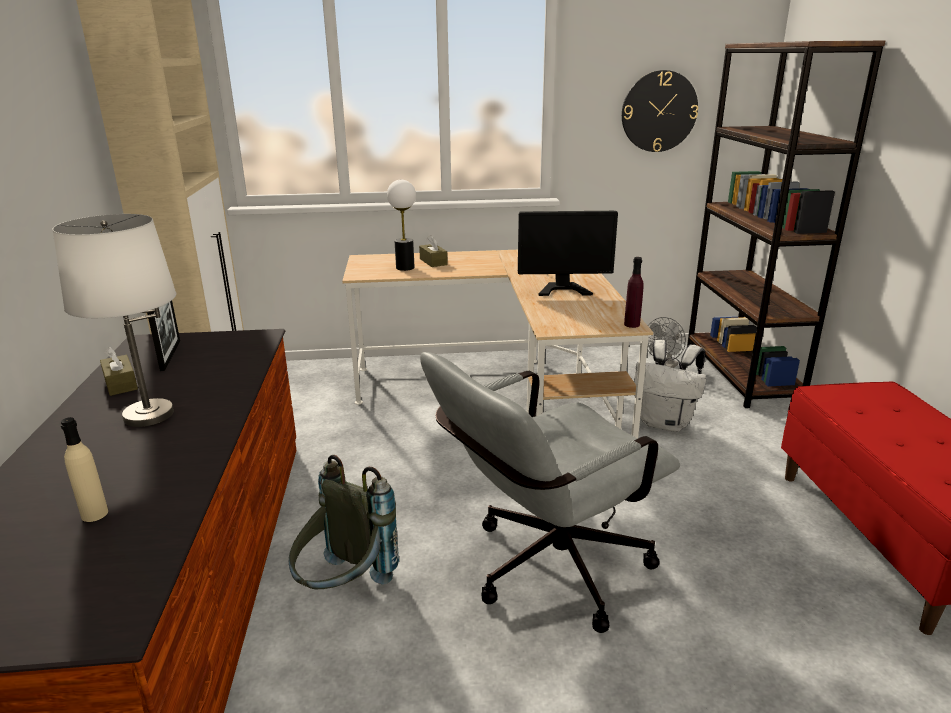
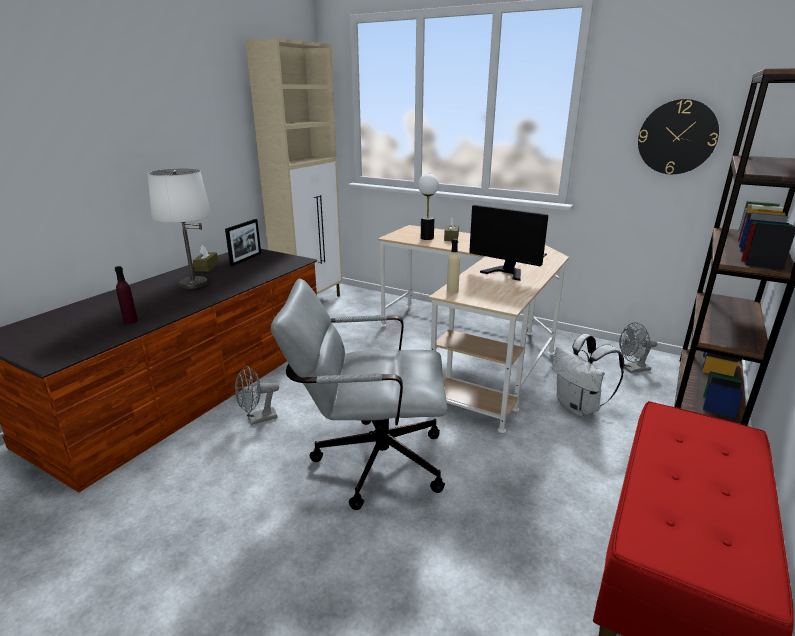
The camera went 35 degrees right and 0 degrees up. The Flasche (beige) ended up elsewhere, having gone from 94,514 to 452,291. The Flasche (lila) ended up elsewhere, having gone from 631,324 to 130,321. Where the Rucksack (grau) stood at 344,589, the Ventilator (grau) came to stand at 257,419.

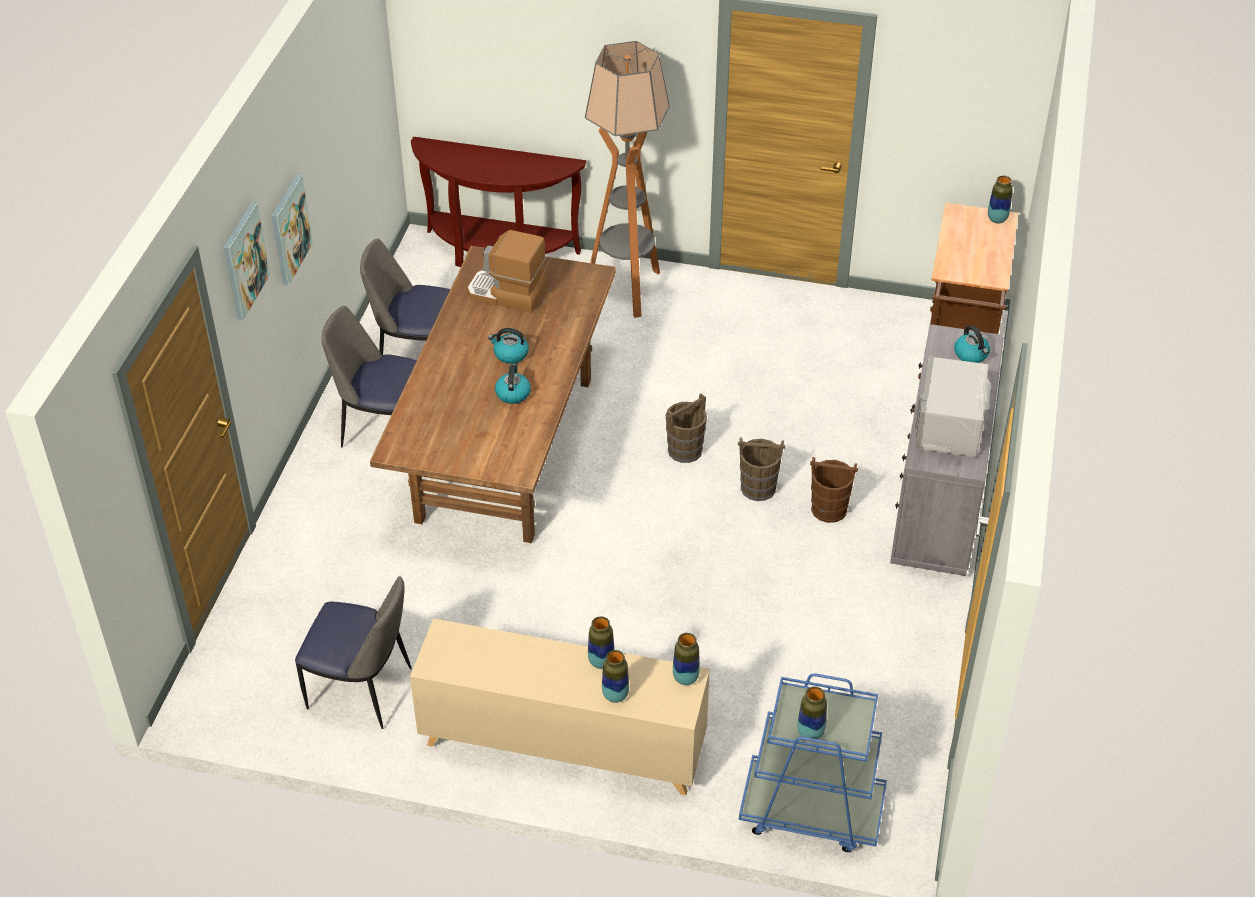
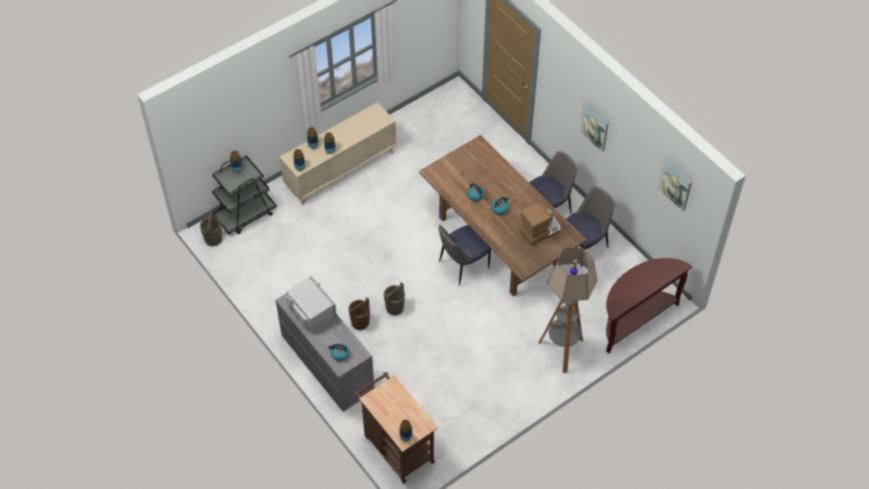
The camera went 130 degrees right and 10 degrees up. The Bild ended up elsewhere, having gone from 244,260 to 675,184. The Stuhl ended up elsewhere, having gone from 362,690 to 462,265. The Eimer (braun) ended up elsewhere, having gone from 685,450 to 213,239. What was the Rollwagen (blau) at 811,811 turned into the Rollwagen (schwarz) at 245,214.

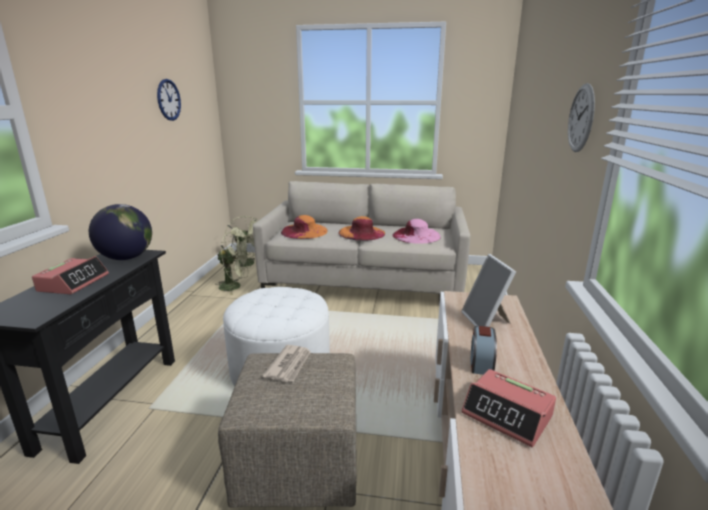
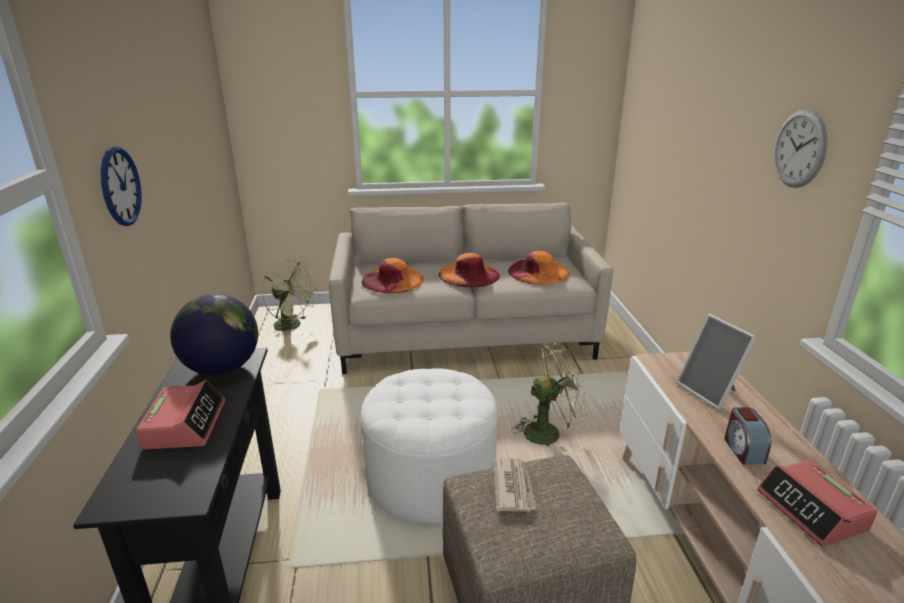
The camera went 15 degrees left and 5 degrees up. The Wanduhr ended up elsewhere, having gone from 168,100 to 120,186. The Ventilator (grün) ended up elsewhere, having gone from 235,286 to 549,432. What was the Hut (rosa) at 416,235 turned into the Hut (orange) at 538,272. The Wecker at 507,415 ended up facing another way, 45 degrees clockwise from before.

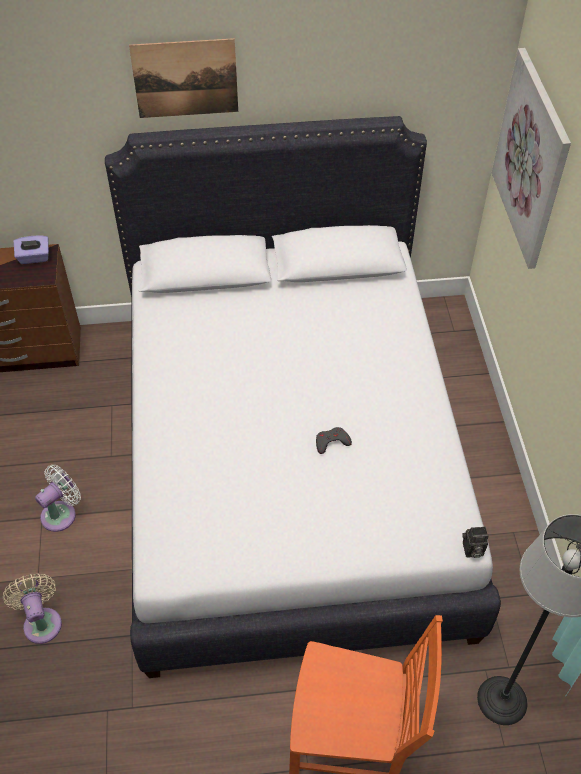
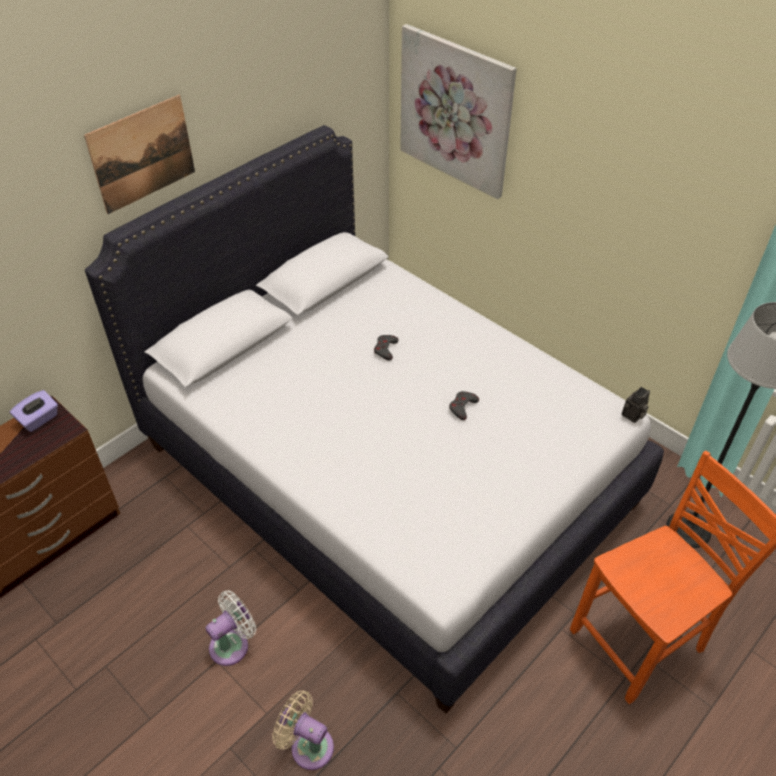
The camera went 40 degrees left and 5 degrees down. The second view gained the Gamepad (grau) at 385,349. The Ventilator (weiß) at 61,513 ended up facing another way, 45 degrees clockwise from before.

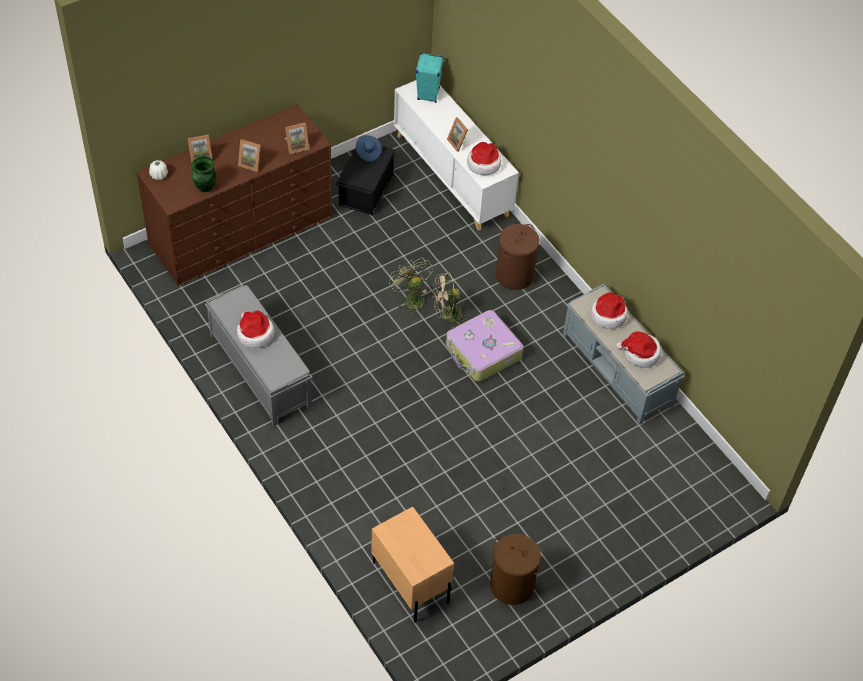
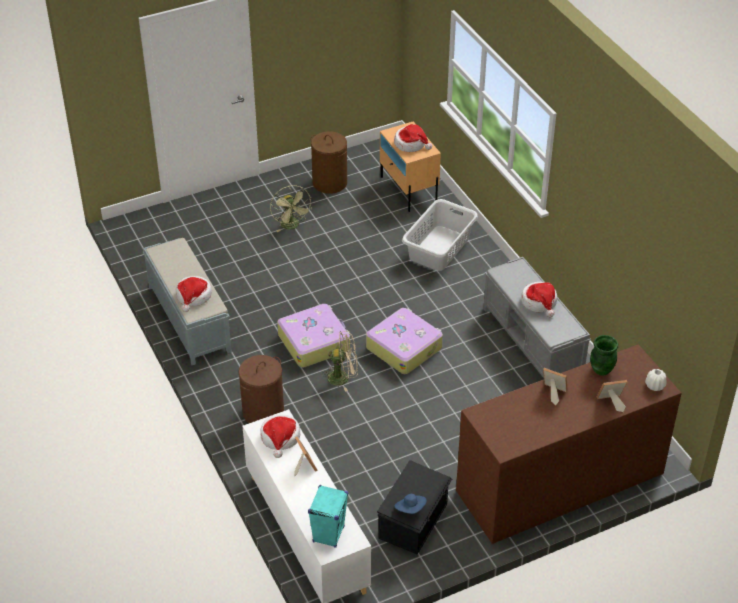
The camera went 170 degrees left and 10 degrees down. The second view lost the Bilderrahmen at 296,146. The second view gained the Koffer at 404,347. The second view gained the Wäschekorb (grau) at 440,248. The Ventilator (grün) ended up elsewhere, having gone from 411,298 to 292,226. The Hut ended up elsewhere, having gone from 640,354 to 411,144.

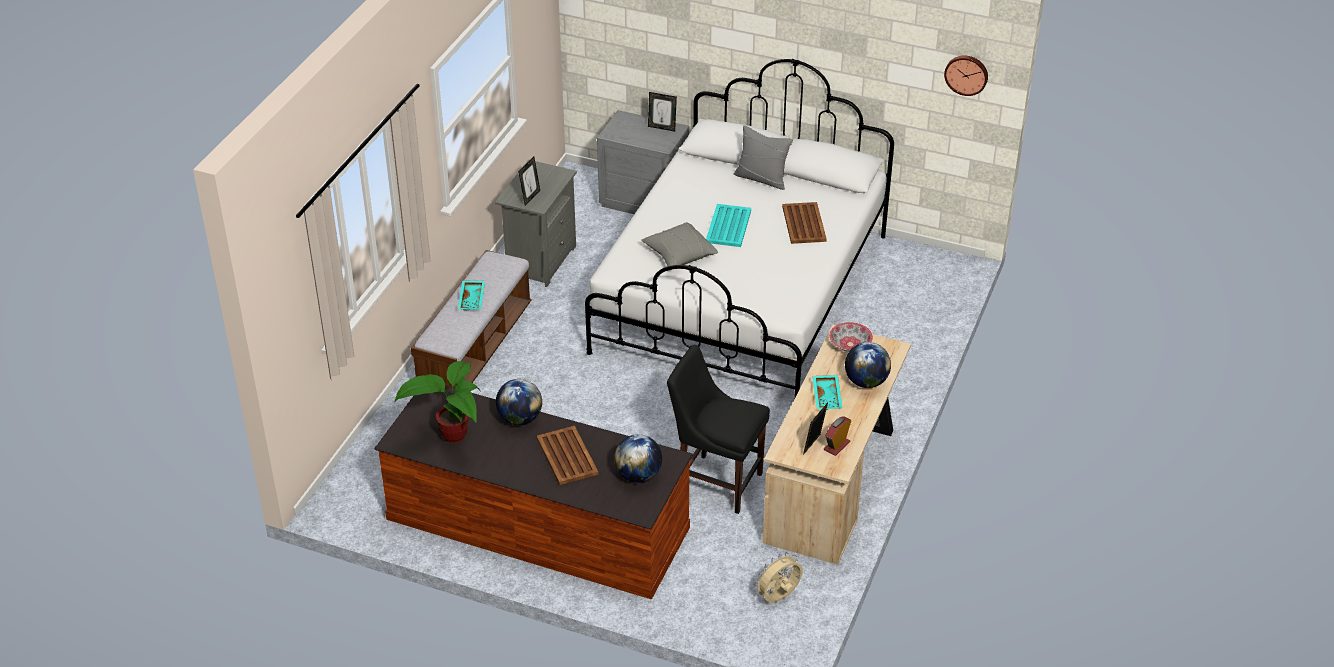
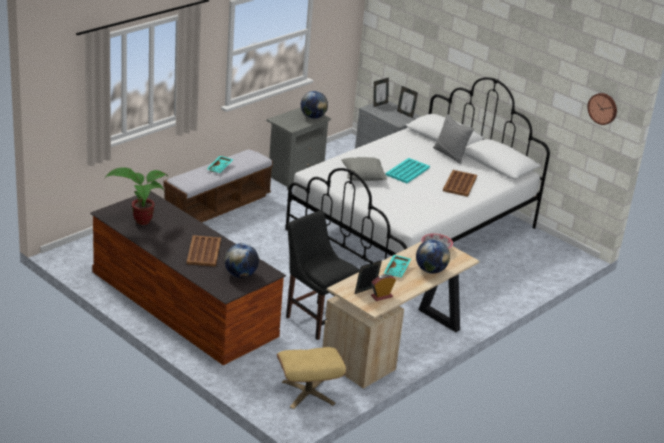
The camera went 20 degrees right and 10 degrees down. The Globus ended up elsewhere, having gone from 520,419 to 313,117. The Bilderrahmen ended up elsewhere, having gone from 530,197 to 379,104. Where the Ventilator (beige) stood at 779,598, the Polsterhocker (beige) came to stand at 308,393.

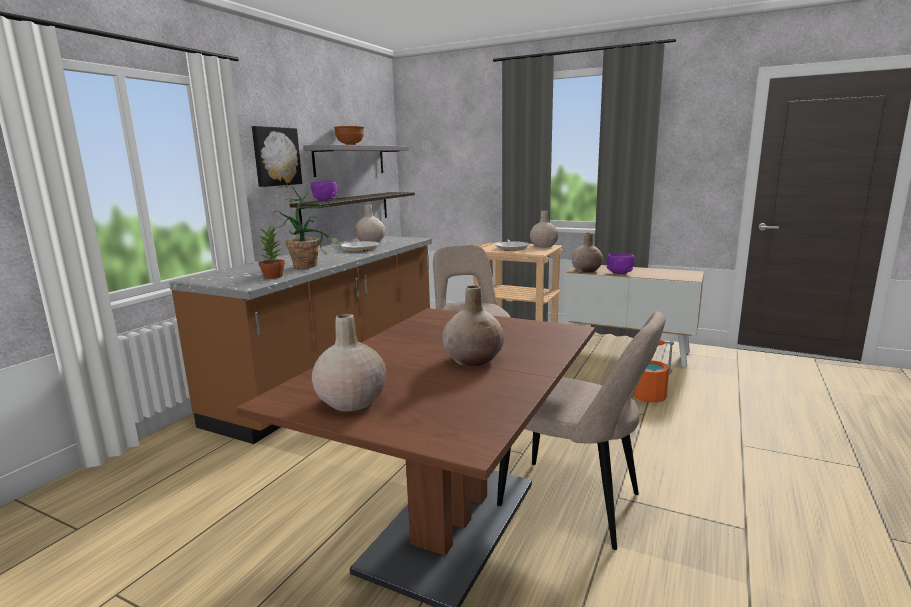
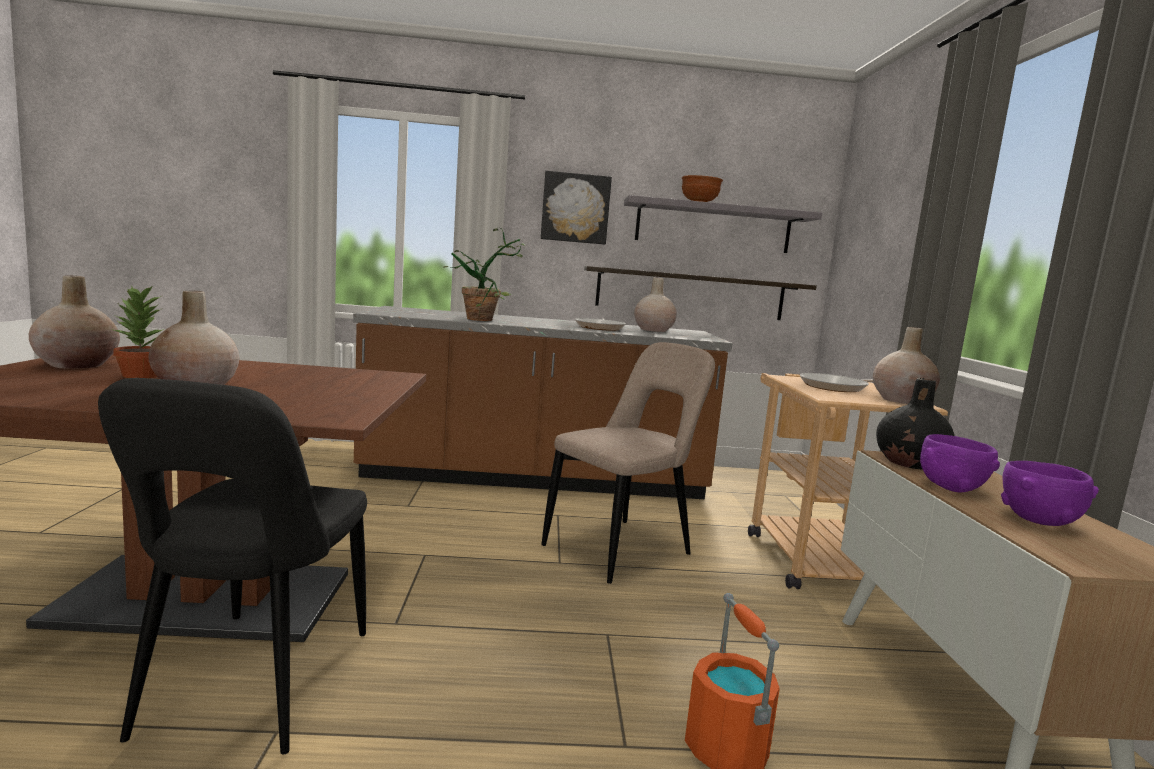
The camera went 60 degrees right and 5 degrees down. The Topfpflanze ended up elsewhere, having gone from 274,276 to 141,376. The Schüssel (lila) ended up elsewhere, having gone from 325,200 to 1038,521. What was the Stuhl (beige) at 576,504 turned into the Stuhl (schwarz) at 251,689. What was the Vase (beige) at 586,270 turned into the Vase (schwarz) at 910,463.

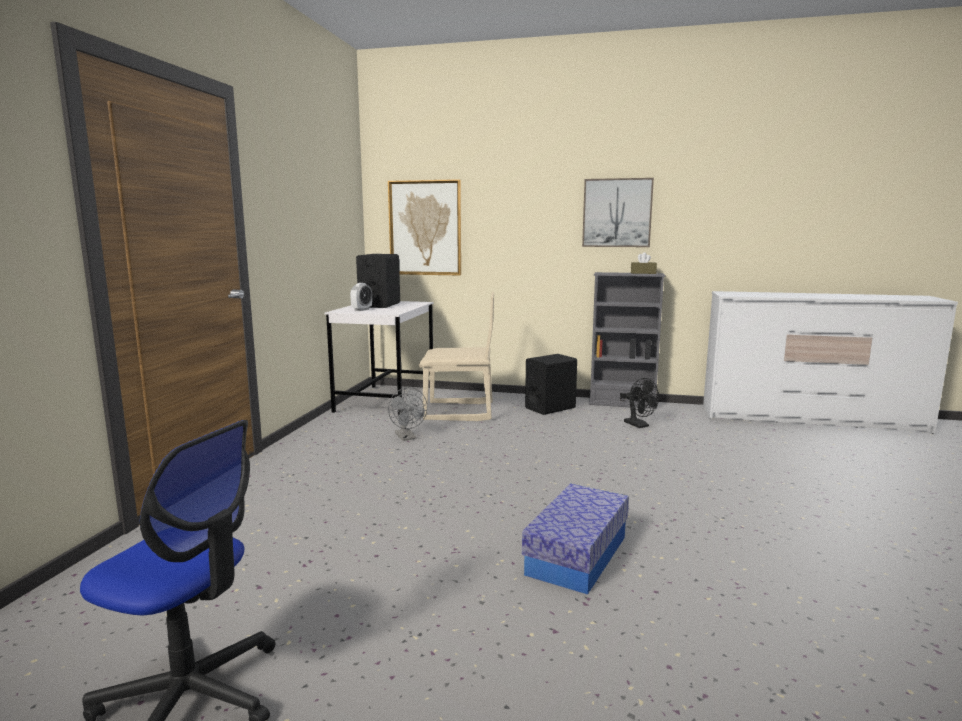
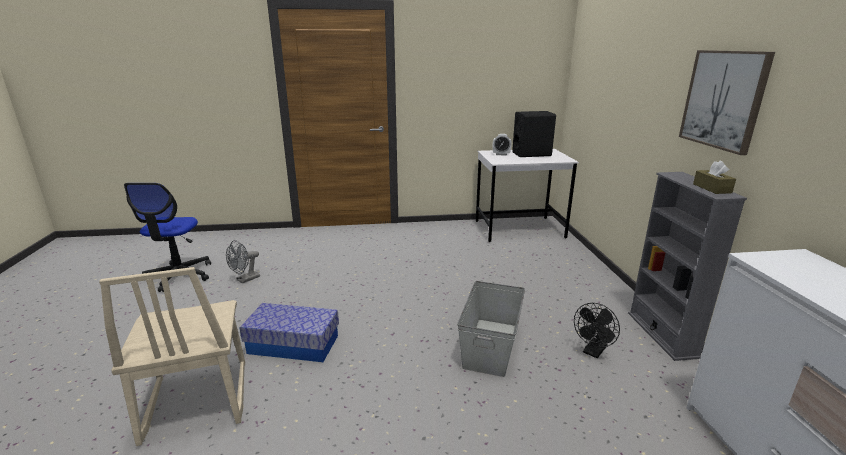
The camera went 70 degrees right and 10 degrees up. The second view lost the Bild at 425,228. The second view lost the Lautsprecher (schwarz) at 550,408. The second view gained the Aufbewahrungsbox (grau) at 491,345. The Ventilator (grau) ended up elsewhere, having gone from 407,437 to 245,280. The Stuhl (beige) ended up elsewhere, having gone from 459,412 to 196,401.

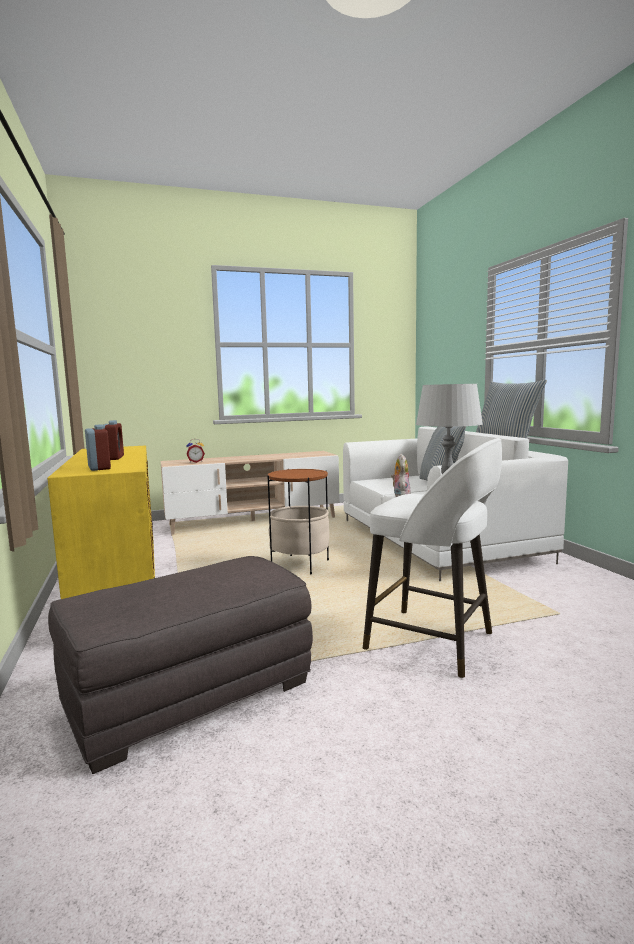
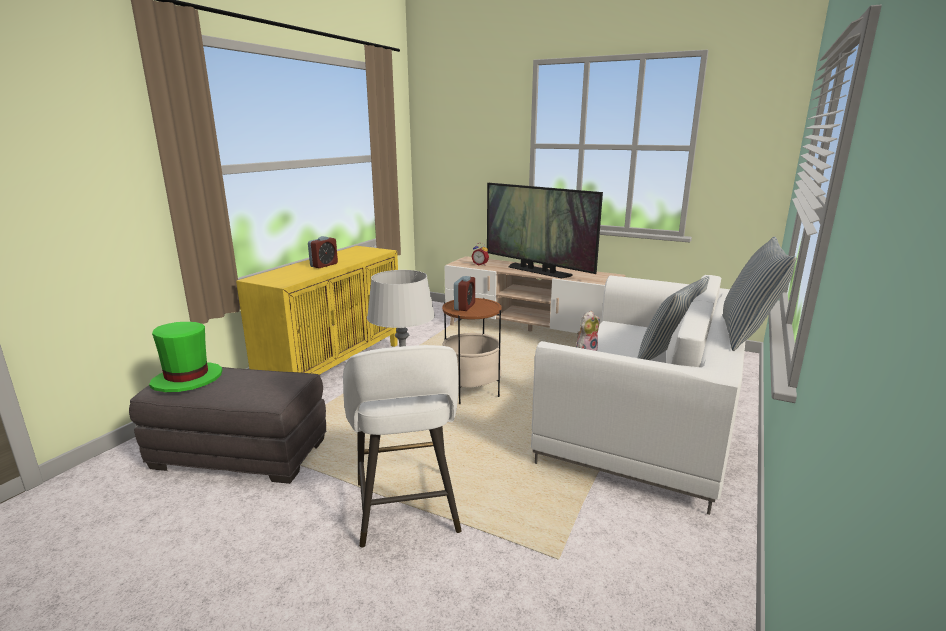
The camera went 45 degrees right and 10 degrees up. The second view gained the Hut (grün) at 187,380. The second view gained the Fernseher at 538,271. The Wecker ended up elsewhere, having gone from 99,467 to 464,307.

